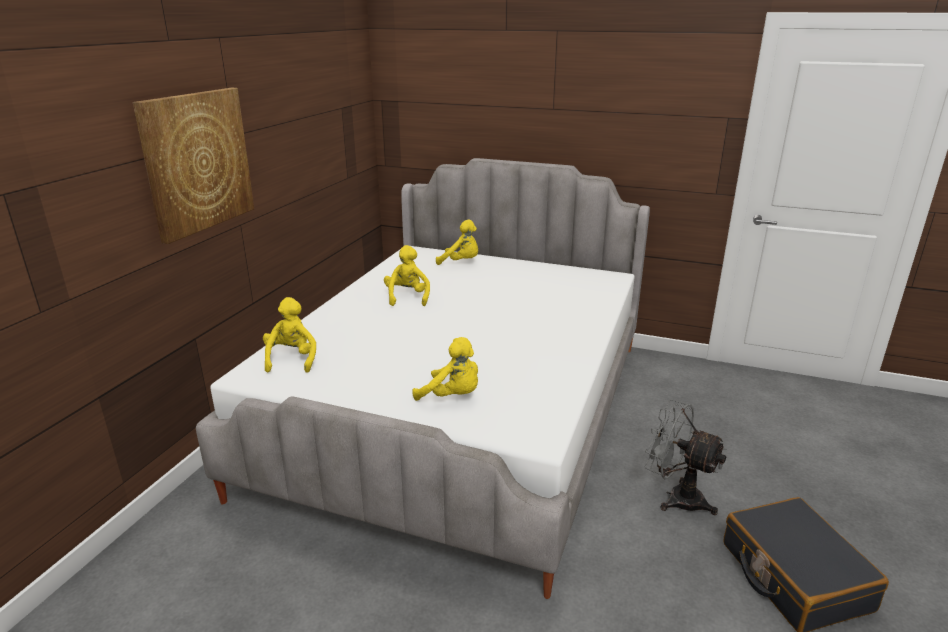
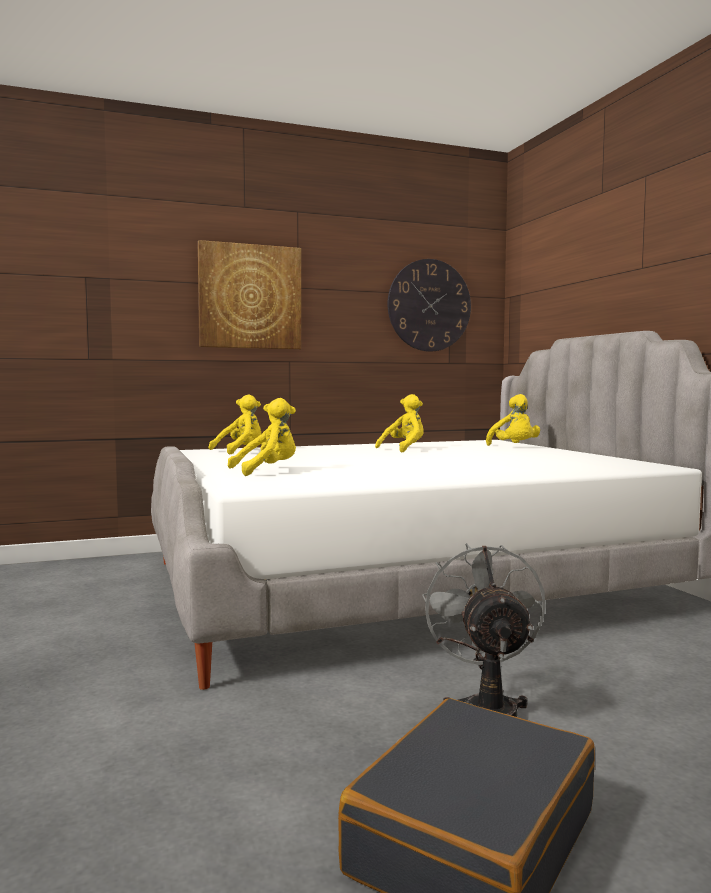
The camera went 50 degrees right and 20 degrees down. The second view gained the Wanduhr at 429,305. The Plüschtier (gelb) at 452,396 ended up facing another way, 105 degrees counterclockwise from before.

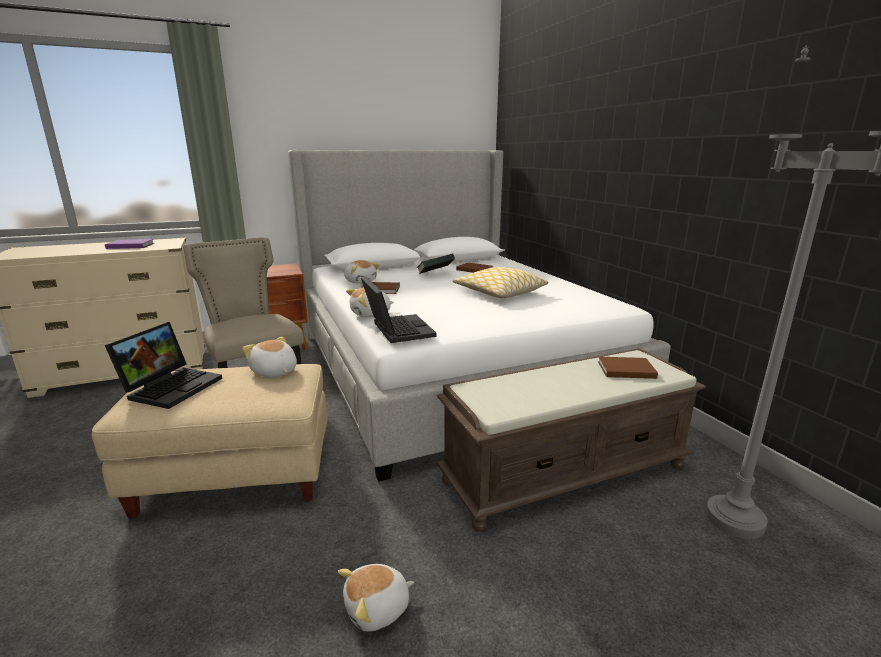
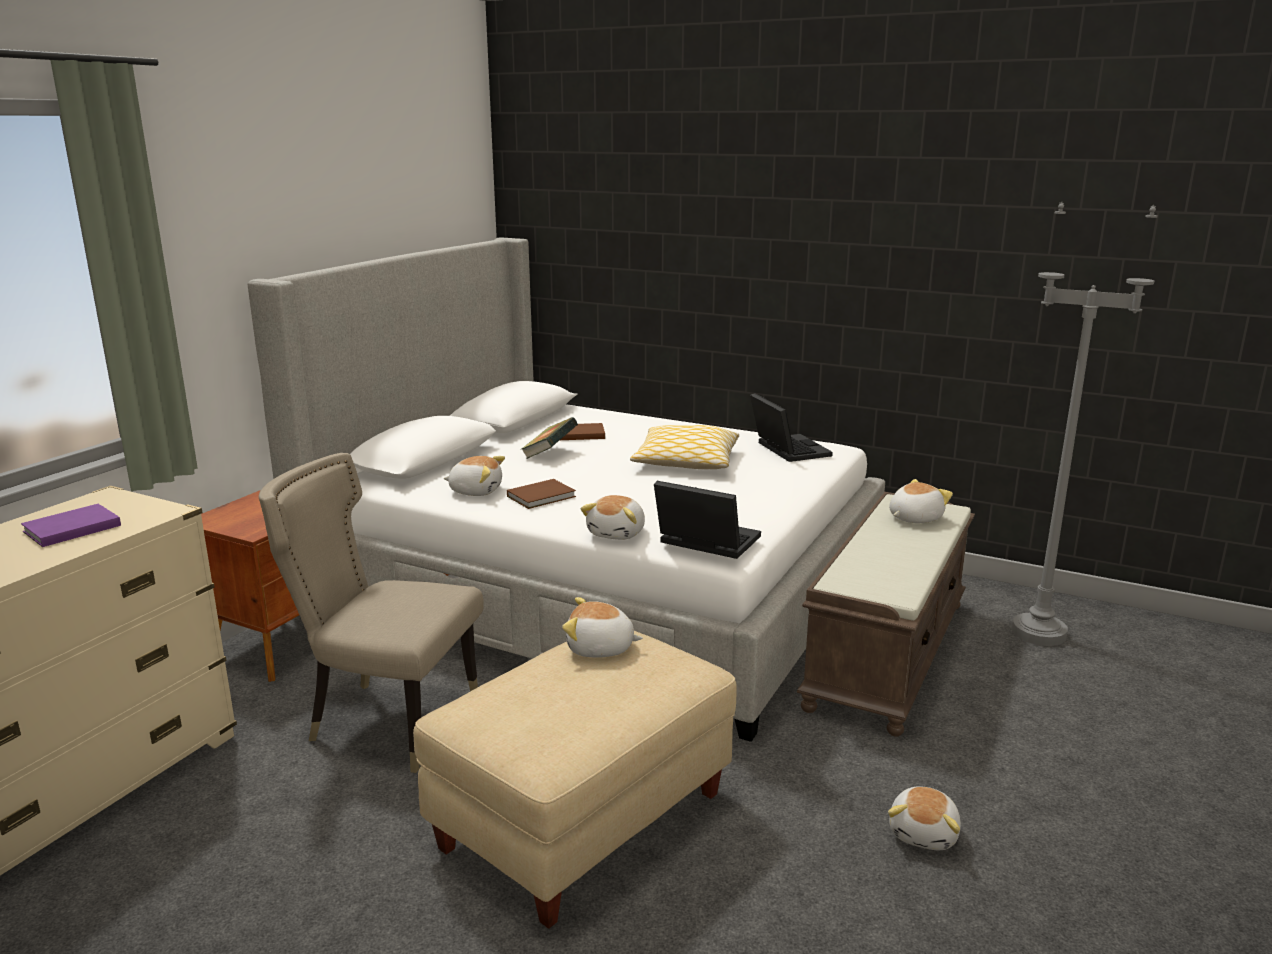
The camera went 40 degrees left and 0 degrees up. The Laptop ended up elsewhere, having gone from 172,386 to 786,449. Where the Buch (braun) stood at 624,369, the Plüschtier came to stand at 914,518.

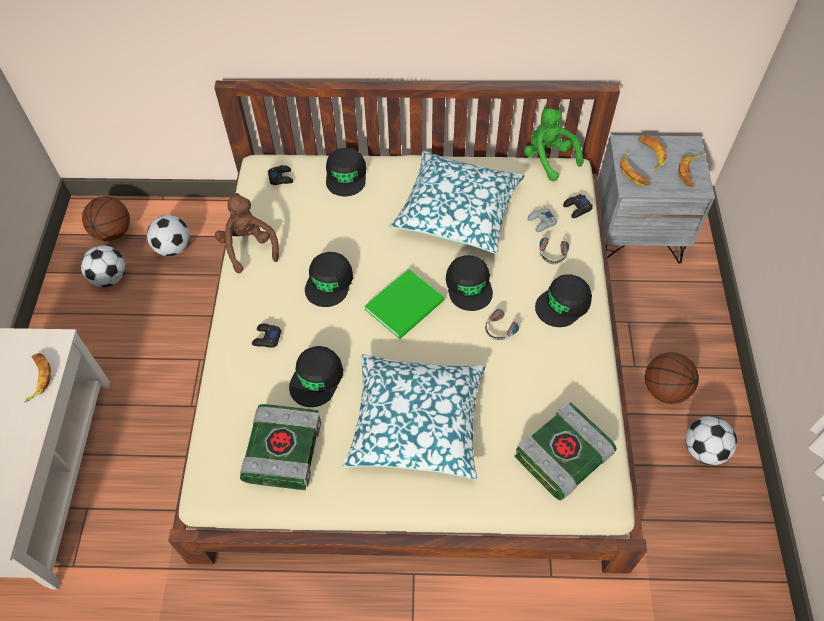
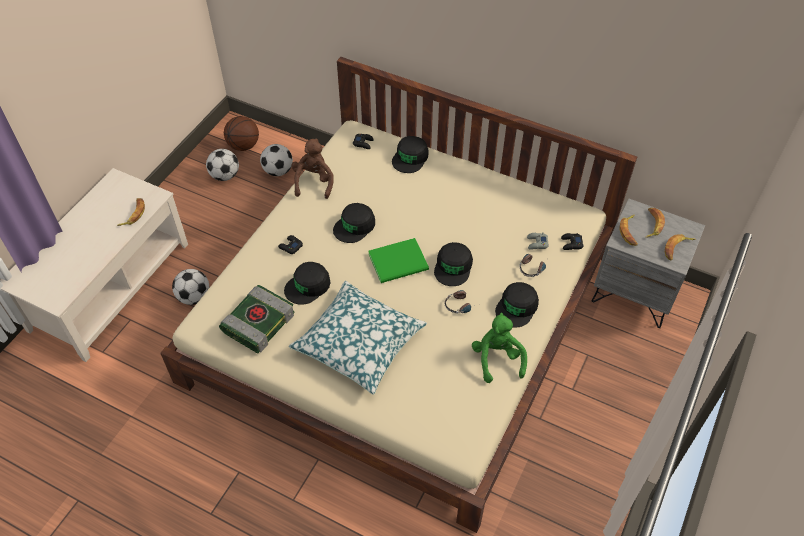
The camera went 25 degrees right and 5 degrees down. The second view lost the Kissen at 457,211. The second view lost the Buch at 563,457. The second view lost the Basketball at 664,389. The Plüschtier (grün) ended up elsewhere, having gone from 548,159 to 497,358. The Fußball ended up elsewhere, having gone from 703,450 to 194,297. The Kappe (schwarz) at 563,304 ended up facing another way, 45 degrees counterclockwise from before.

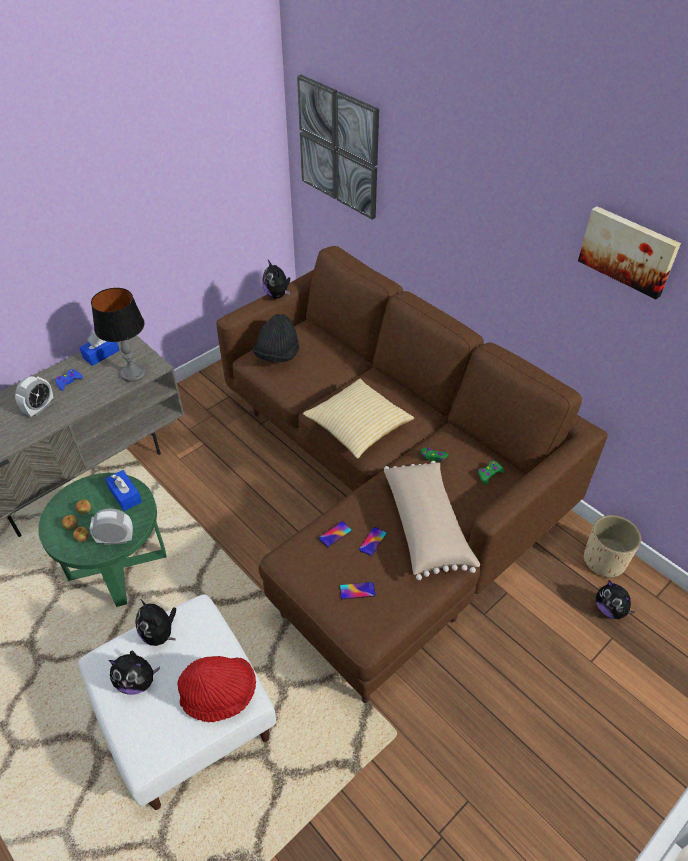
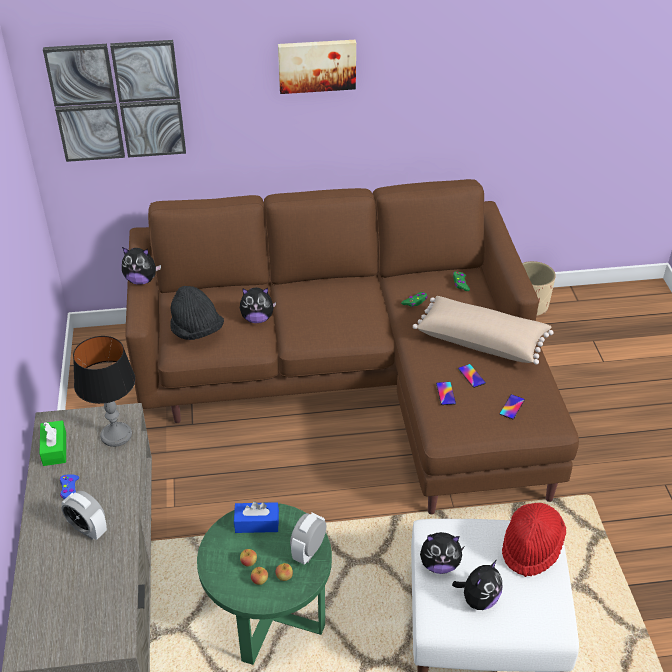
The camera went 55 degrees left and 5 degrees down. The second view lost the Kissen at 358,427. The Bild ended up elsewhere, having gone from 628,251 to 317,65. The Plüschtier ended up elsewhere, having gone from 609,609 to 257,319. What was the Taschentuchbox (blau) at 101,354 turned into the Taschentuchbox (grün) at 54,449. The Wecker at 39,408 ended up facing another way, 150 degrees clockwise from before.

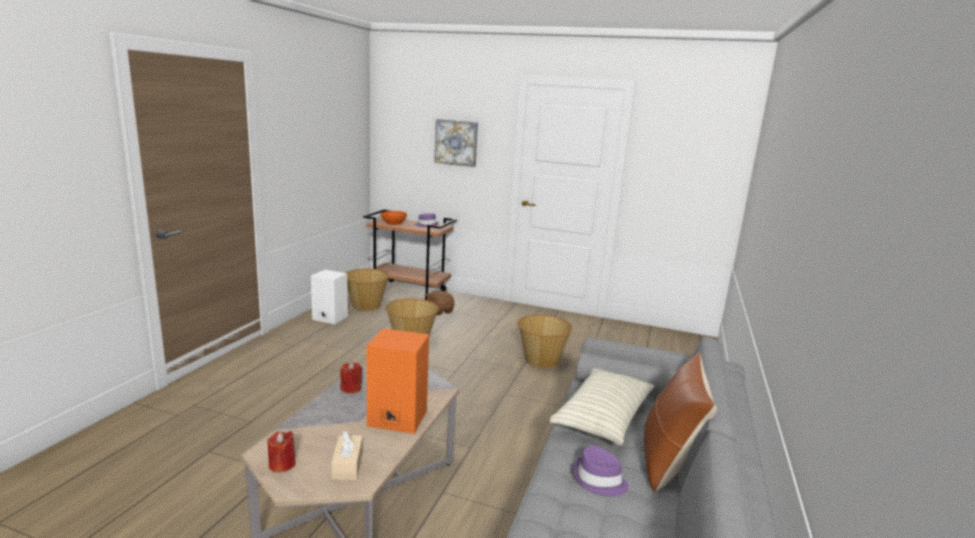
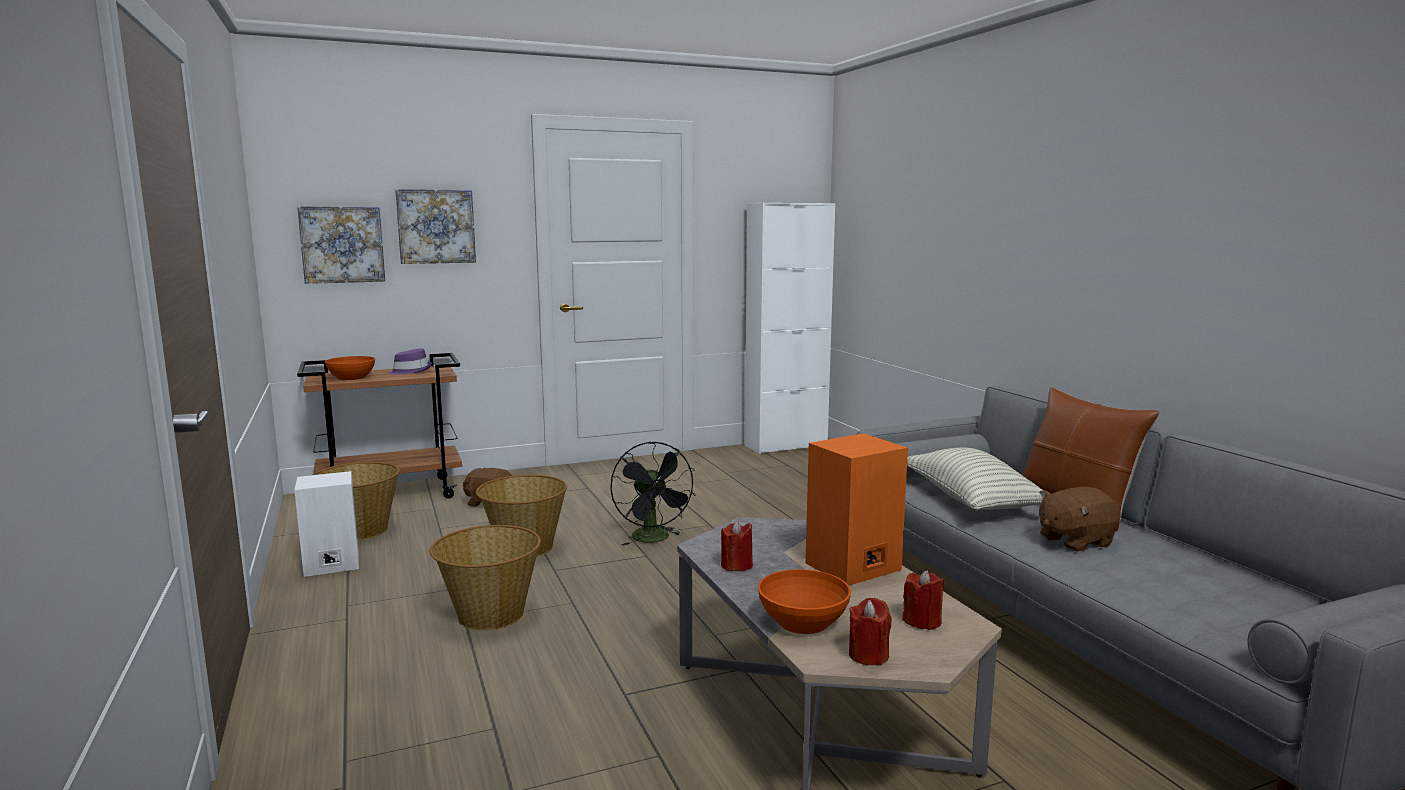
The camera went 40 degrees left and 5 degrees down. The second view gained the Bild at 342,244. The second view gained the Ventilator (schwarz) at 654,539. The second view gained the Schrank (weiß) at 785,446. The second view gained the Schüssel (orange) at 803,621. The Korb ended up elsewhere, having gone from 541,360 to 490,614. Where the Taschentuchbox (beige) stood at 347,465, the Kerze (rot) came to stand at 922,621. Where the Hut (lila) stood at 599,480, the Plüschtier (braun) came to stand at 1074,541.

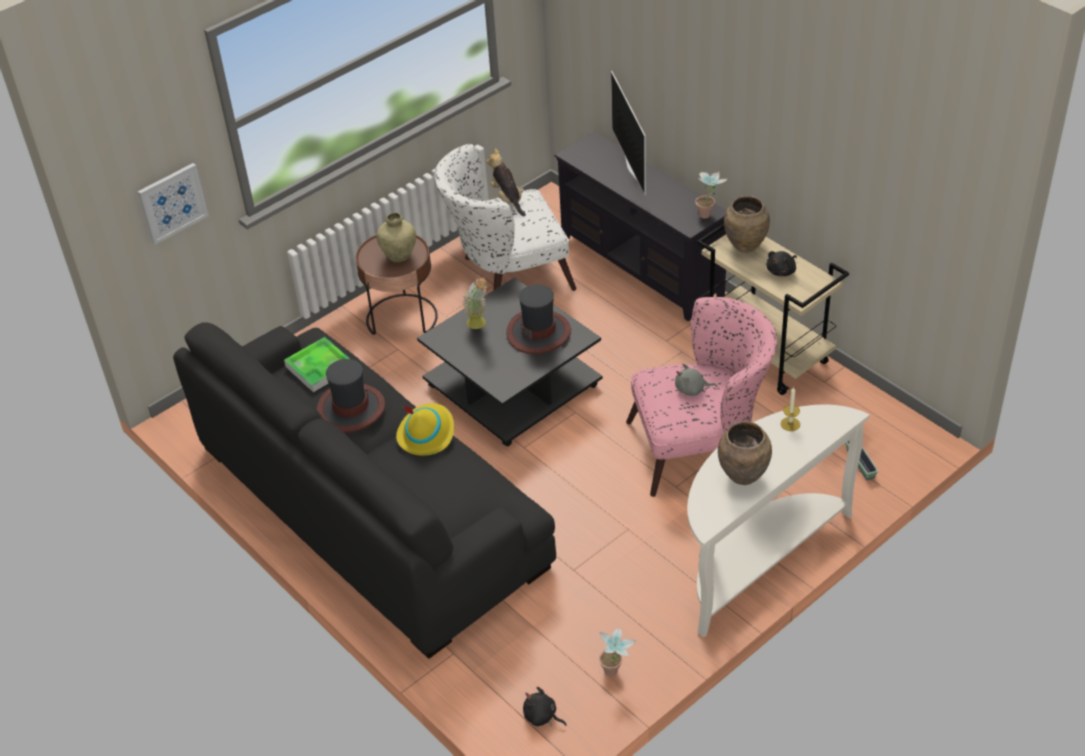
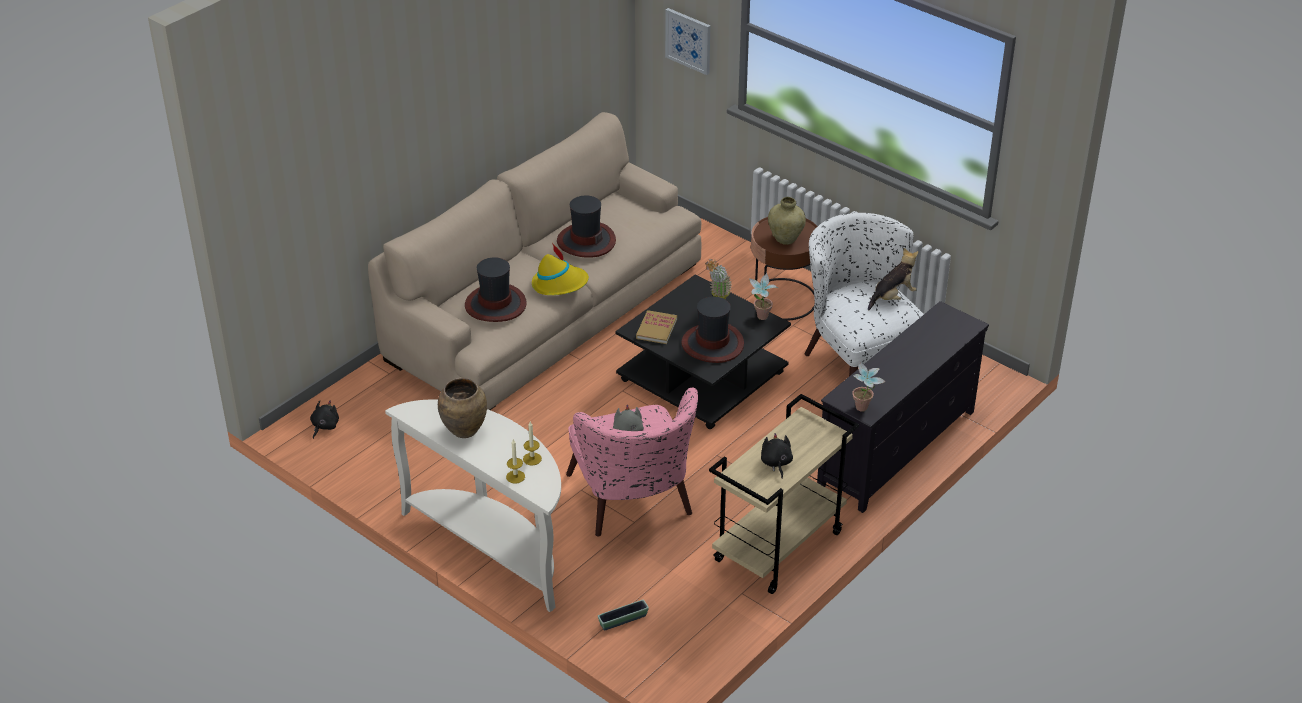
The camera went 80 degrees right and 5 degrees down. The second view lost the Tablett at 319,367. The second view lost the Fernseher at 633,168. The second view lost the Vase (braun) at 745,246. The second view gained the Hut at 496,304. The second view gained the Kerze at 515,477. The second view gained the Buch at 656,329. The Topfpflanze ended up elsewhere, having gone from 615,672 to 761,319. What was the Sofa (schwarz) at 371,505 turned into the Sofa (beige) at 546,311. The Plüschtier (schwarz) at 782,271 ended up facing another way, 45 degrees clockwise from before.

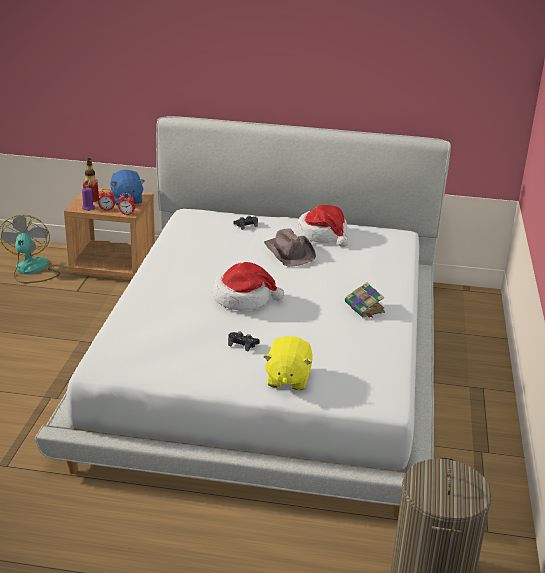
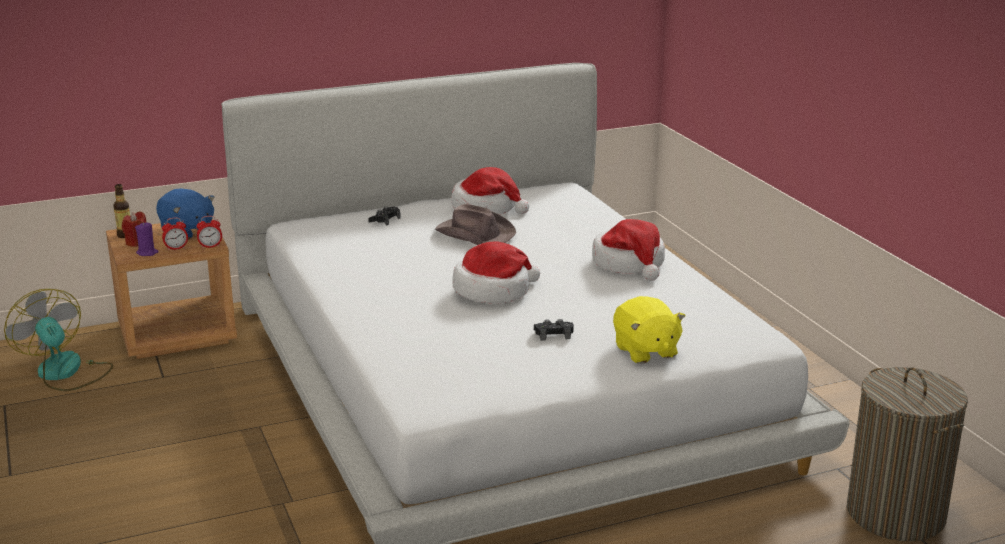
The camera went 30 degrees left and 5 degrees down. Where the Buch stood at 365,308, the Hut came to stand at 629,263.

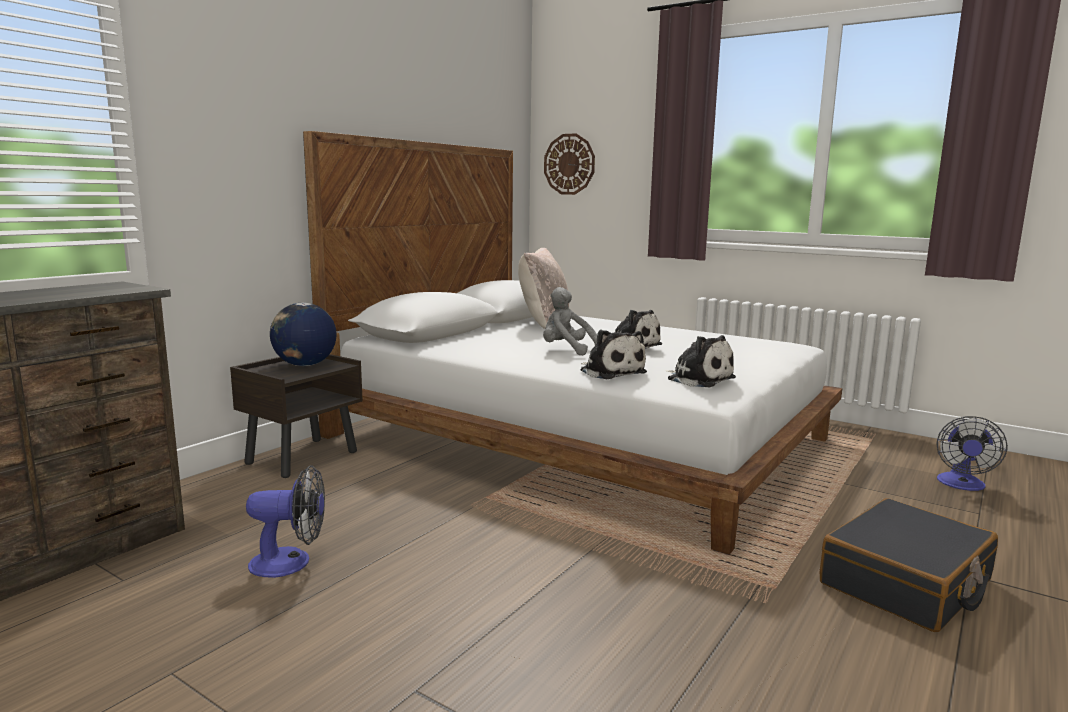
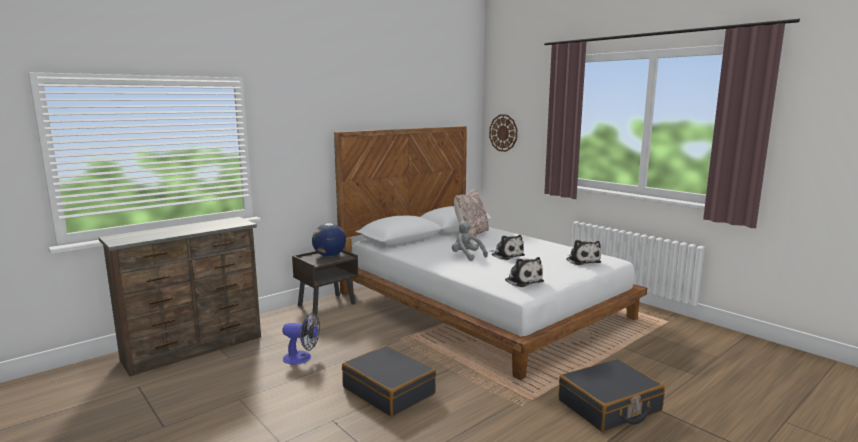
The camera went 15 degrees right and 0 degrees up. The second view lost the Ventilator at 961,485. The second view gained the Koffer (schwarz) at 389,391. The Plüschtier ended up elsewhere, having gone from 611,372 to 582,261.

